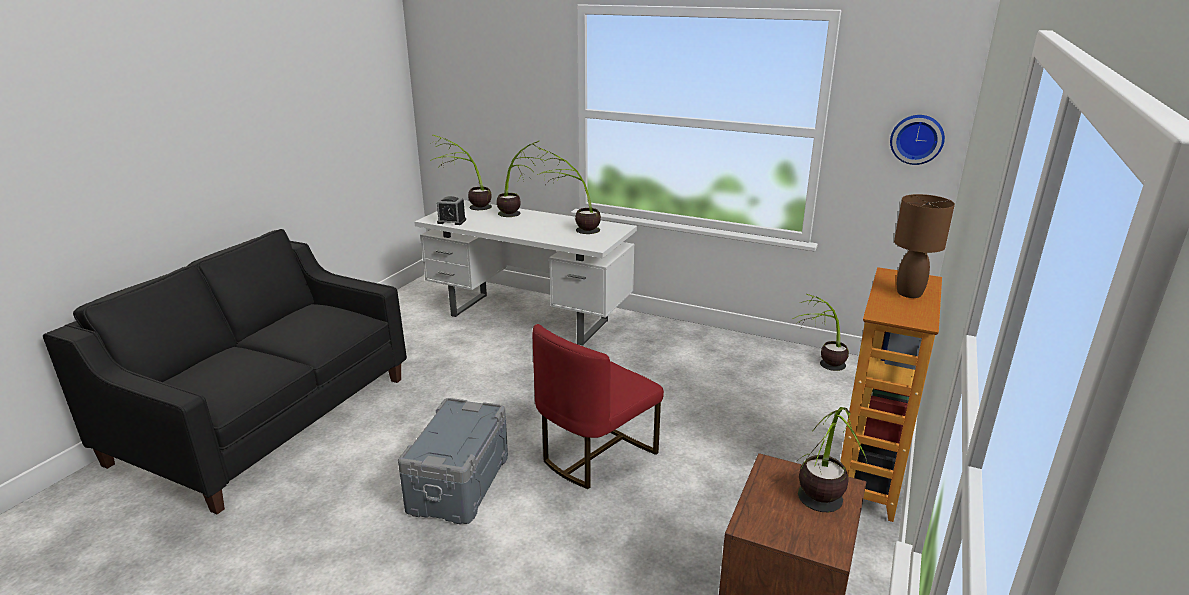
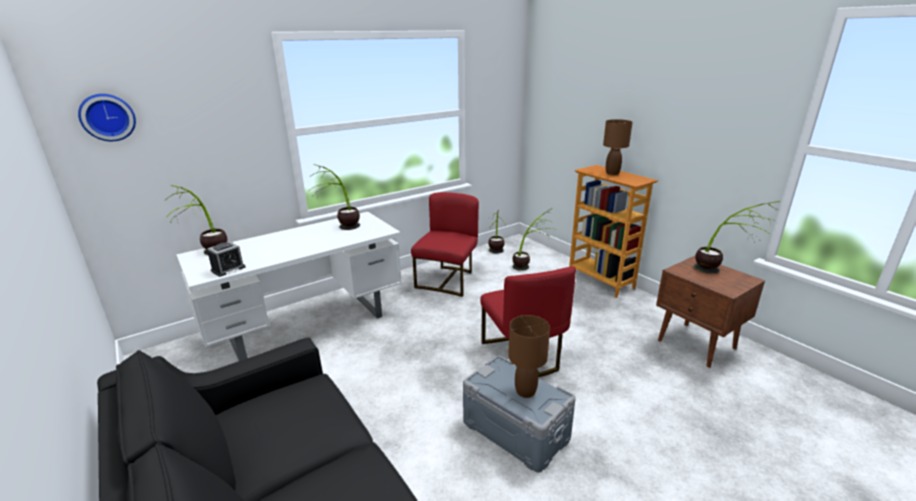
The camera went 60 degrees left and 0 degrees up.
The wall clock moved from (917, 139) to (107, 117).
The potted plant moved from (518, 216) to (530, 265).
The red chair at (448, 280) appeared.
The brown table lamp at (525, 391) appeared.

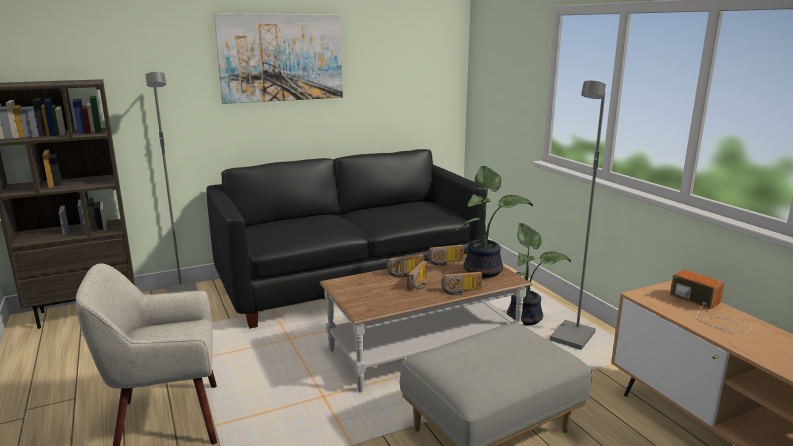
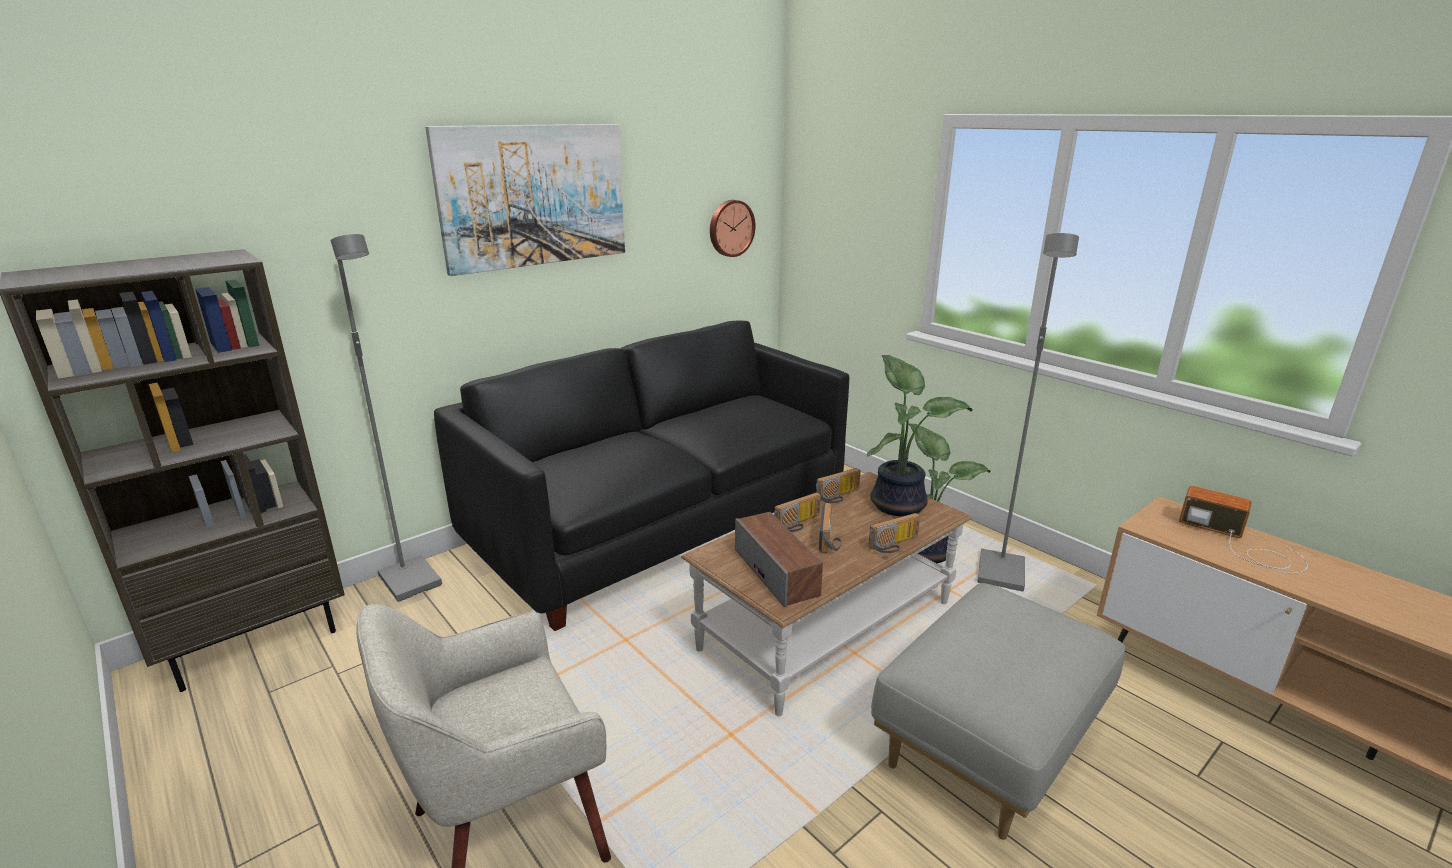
The camera went 15 degrees left and 5 degrees up.
The wall clock at (730, 228) appeared.
The speaker at (776, 572) appeared.

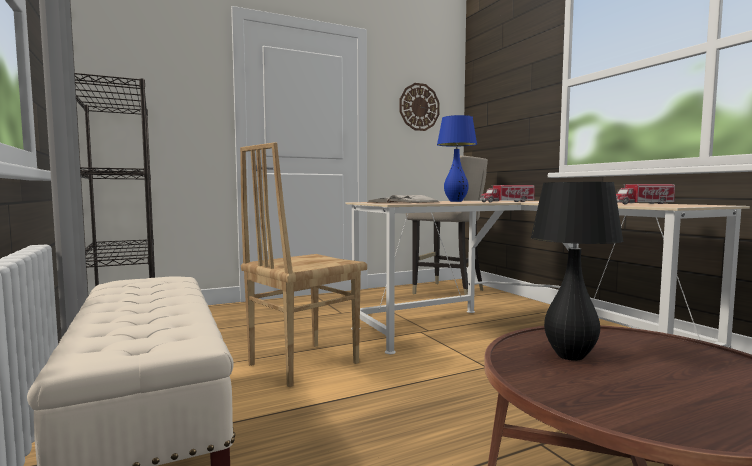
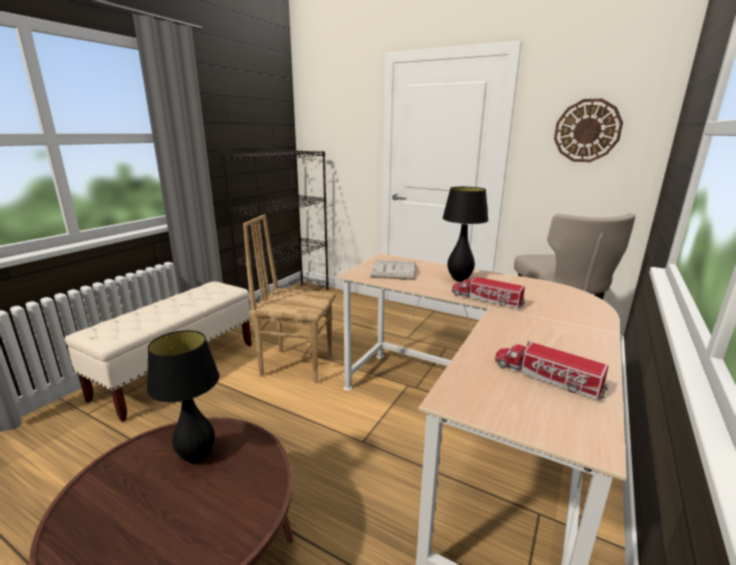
The camera went 55 degrees right and 15 degrees up.
The blue table lamp at (456, 201) became the black table lamp at (459, 279).

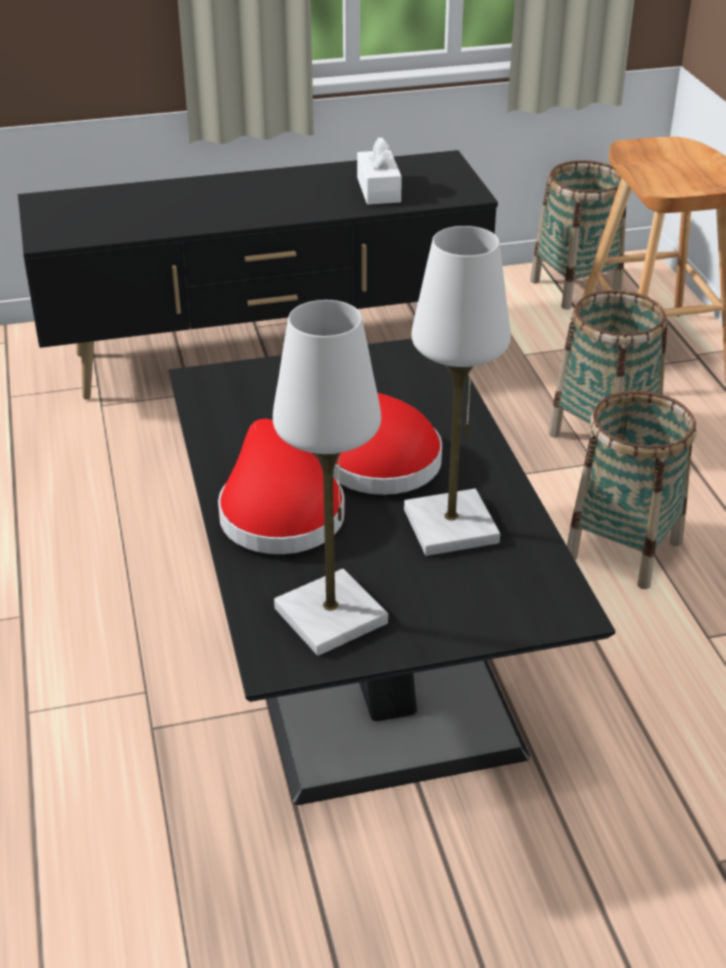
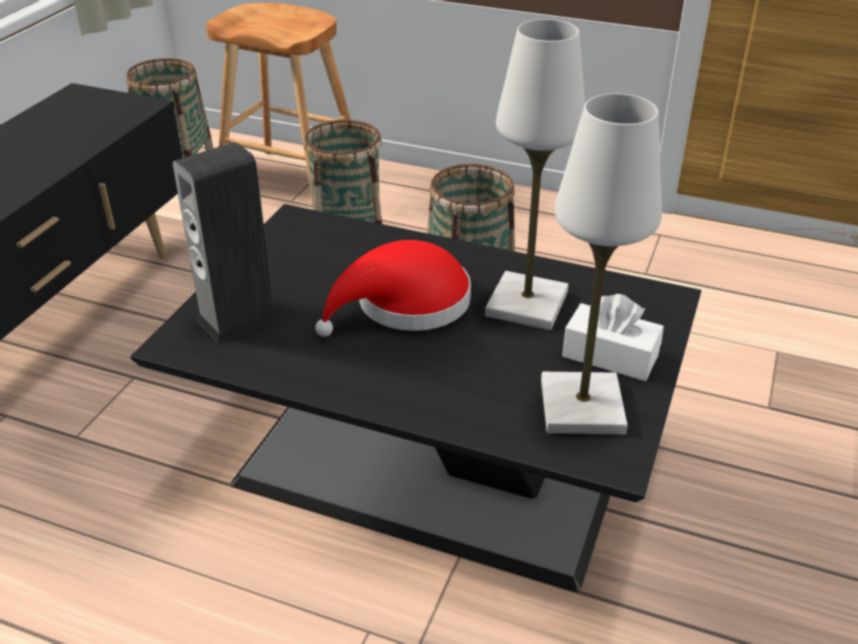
The camera went 55 degrees left and 0 degrees up.
The white tissue box moved from (378, 190) to (610, 356).
The red hat at (278, 510) disappeared.
The speaker at (237, 318) appeared.

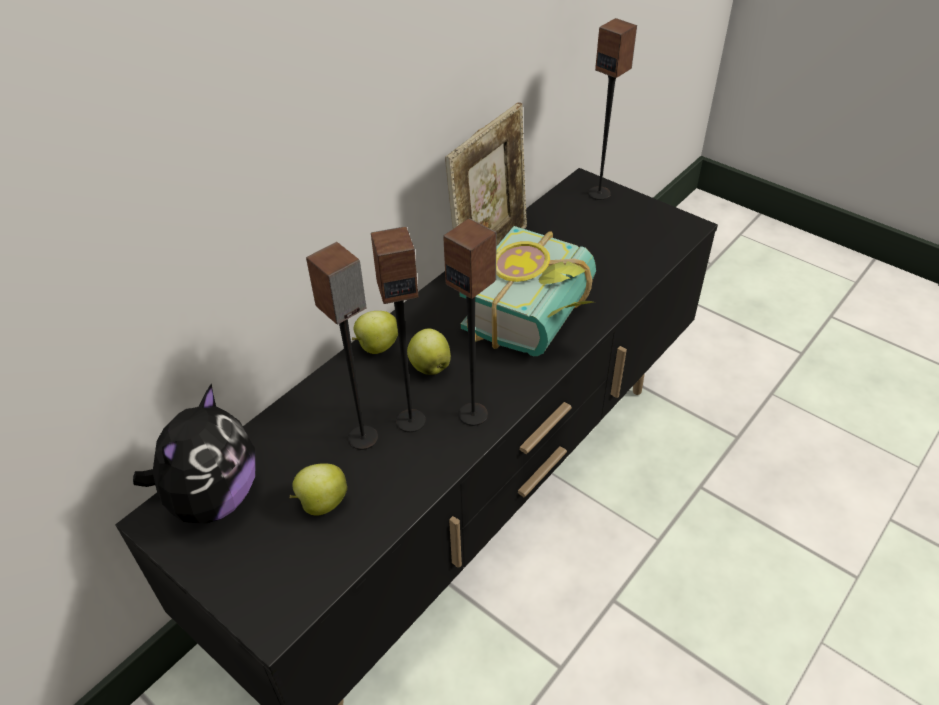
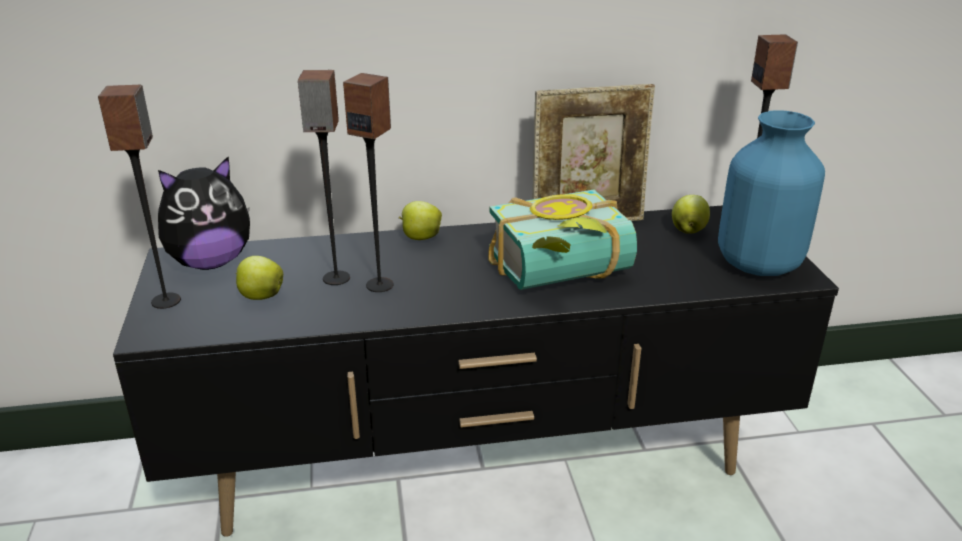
The camera went 40 degrees right and 15 degrees down.
The speaker moved from (473, 414) to (166, 301).
The apple moved from (429, 366) to (688, 231).
The blue vase at (757, 263) appeared.

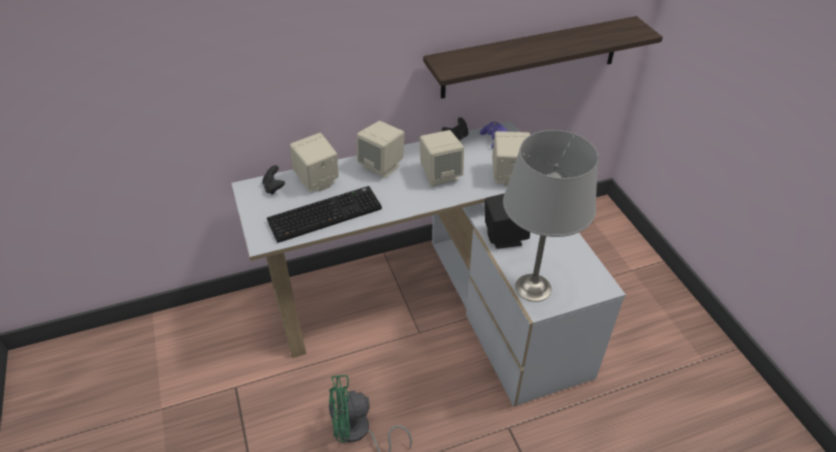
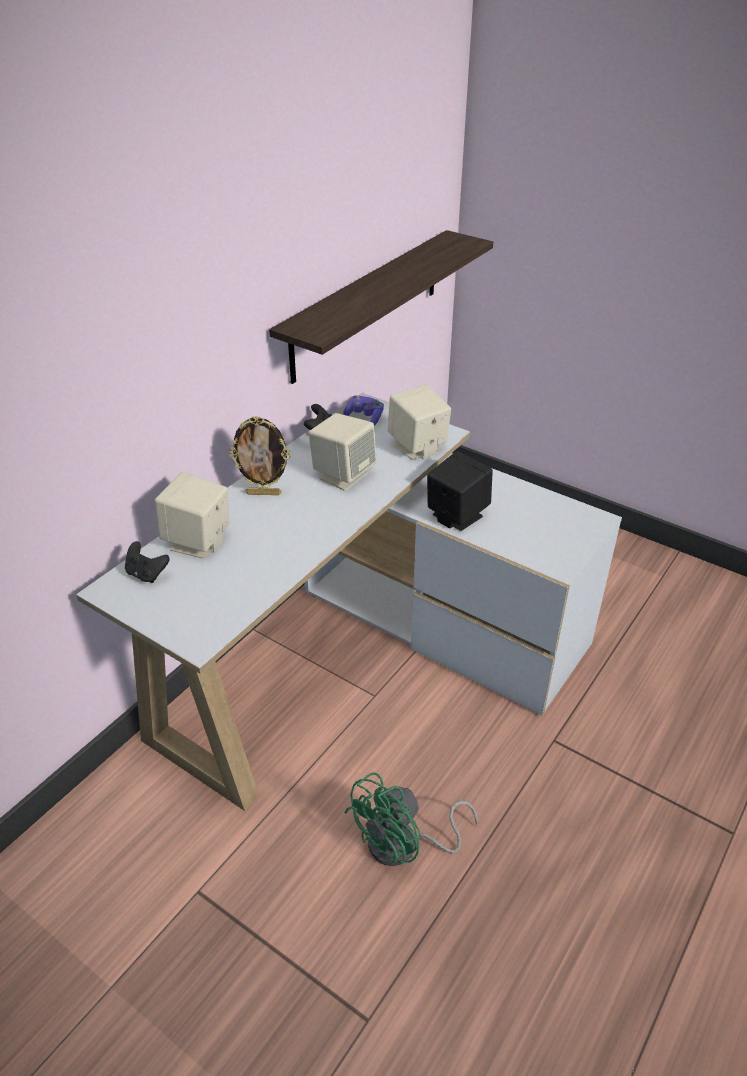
The camera went 35 degrees left and 5 degrees down.
The beige speaker at (382, 166) was replaced by the picture frame at (264, 493).
The grey table lamp at (534, 287) disappeared.
The keyboard at (325, 213) disappeared.

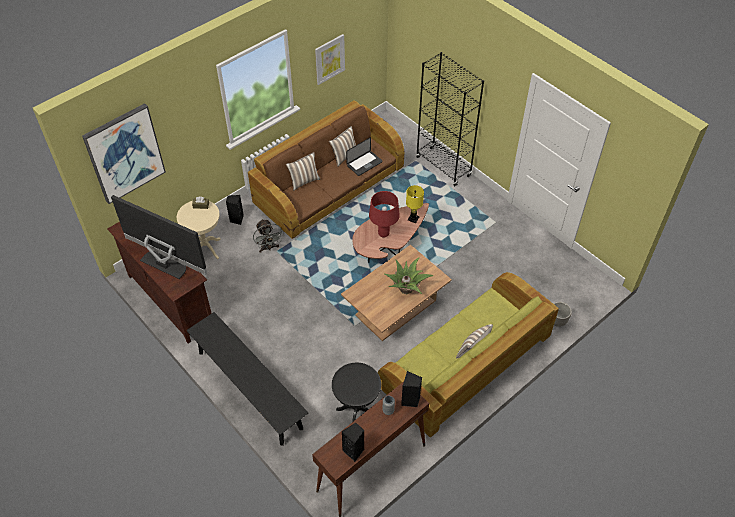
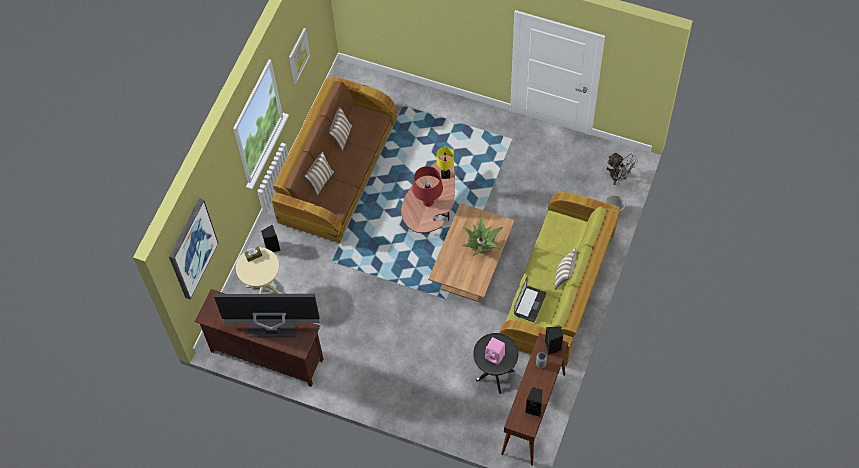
The camera went 25 degrees left and 10 degrees up.
The black bookcase at (443, 166) disappeared.
The laptop moved from (364, 164) to (530, 304).
The grey fan moved from (268, 248) to (619, 177).
The black bench at (249, 389) disappeared.
The pink speaker at (495, 356) appeared.

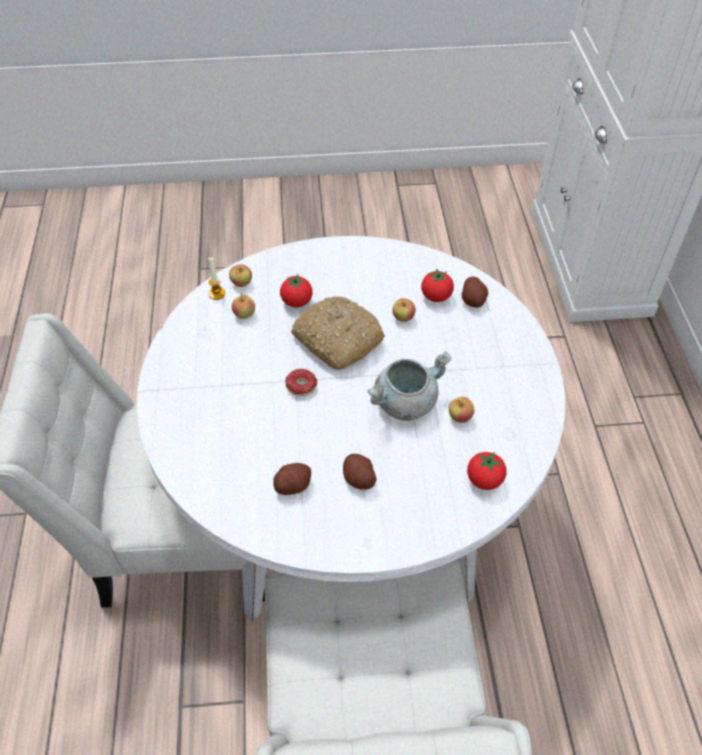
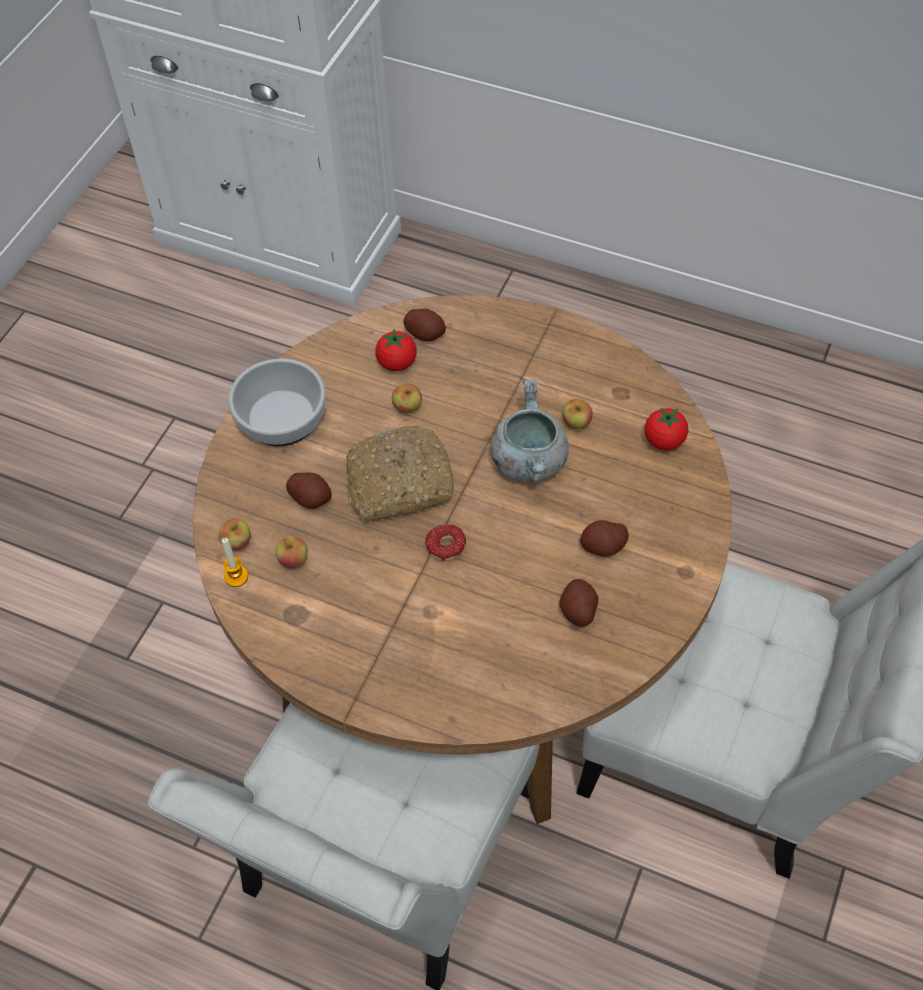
The camera went 60 degrees left and 5 degrees up.
The white dining table at (350, 510) became the brown dining table at (466, 650).
The tomato at (297, 302) was replaced by the potato at (311, 498).
The bowl at (281, 416) appeared.

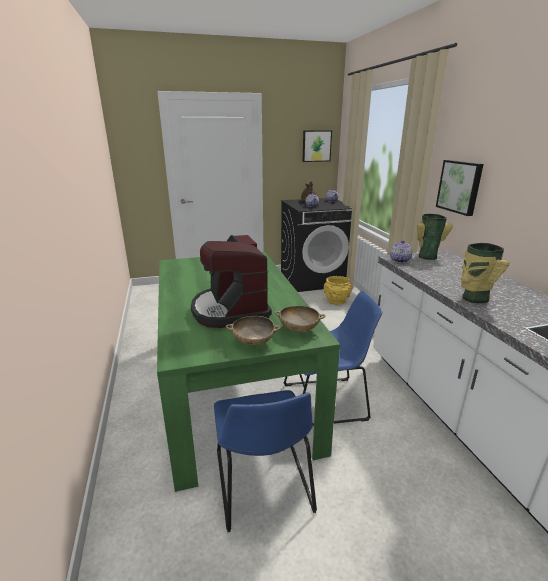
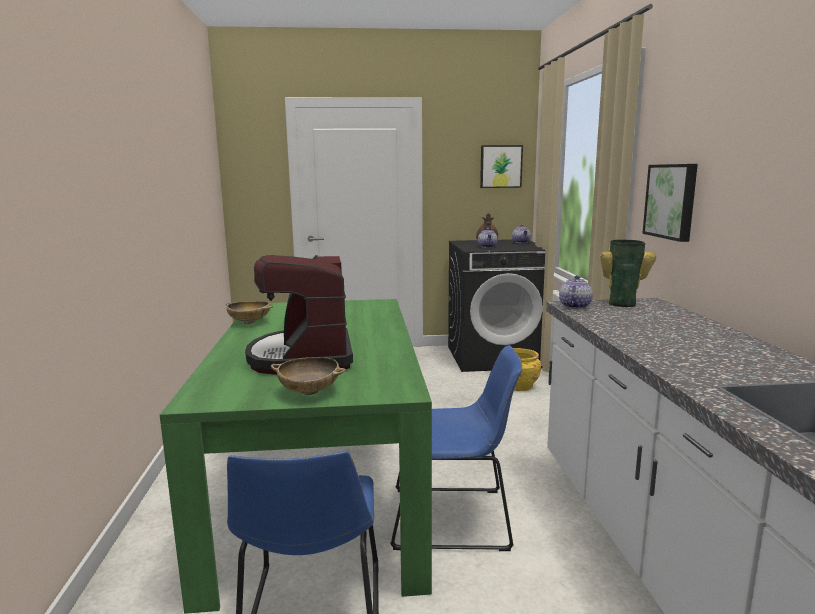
The camera went 10 degrees right and 10 degrees down.
The vase at (473, 298) disappeared.
The beige bowl moved from (298, 329) to (249, 322).

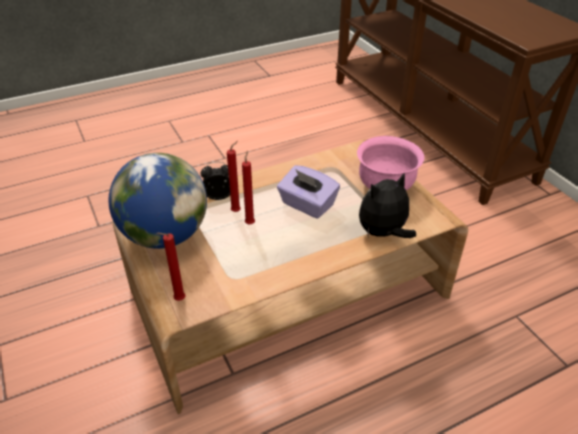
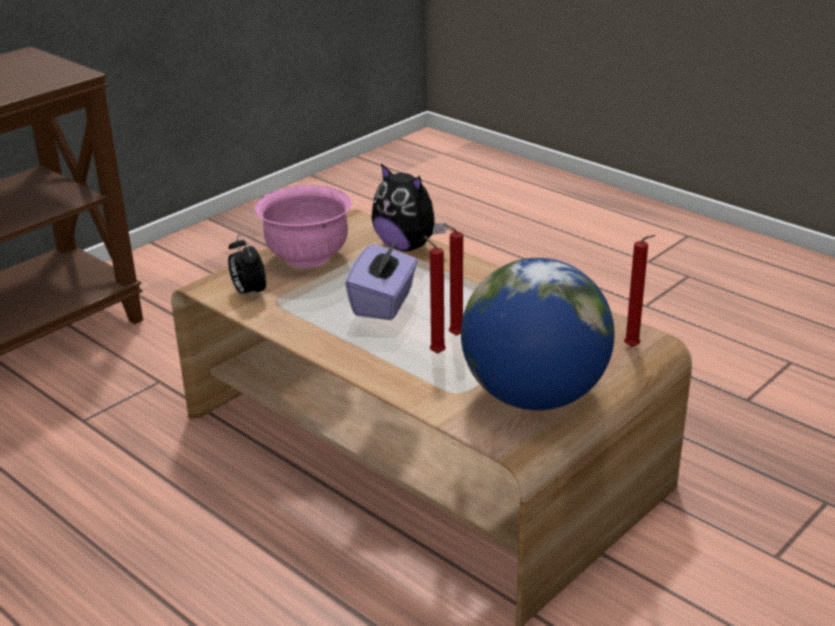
The camera went 110 degrees left and 10 degrees down.
The alarm clock moved from (219, 196) to (248, 293).

